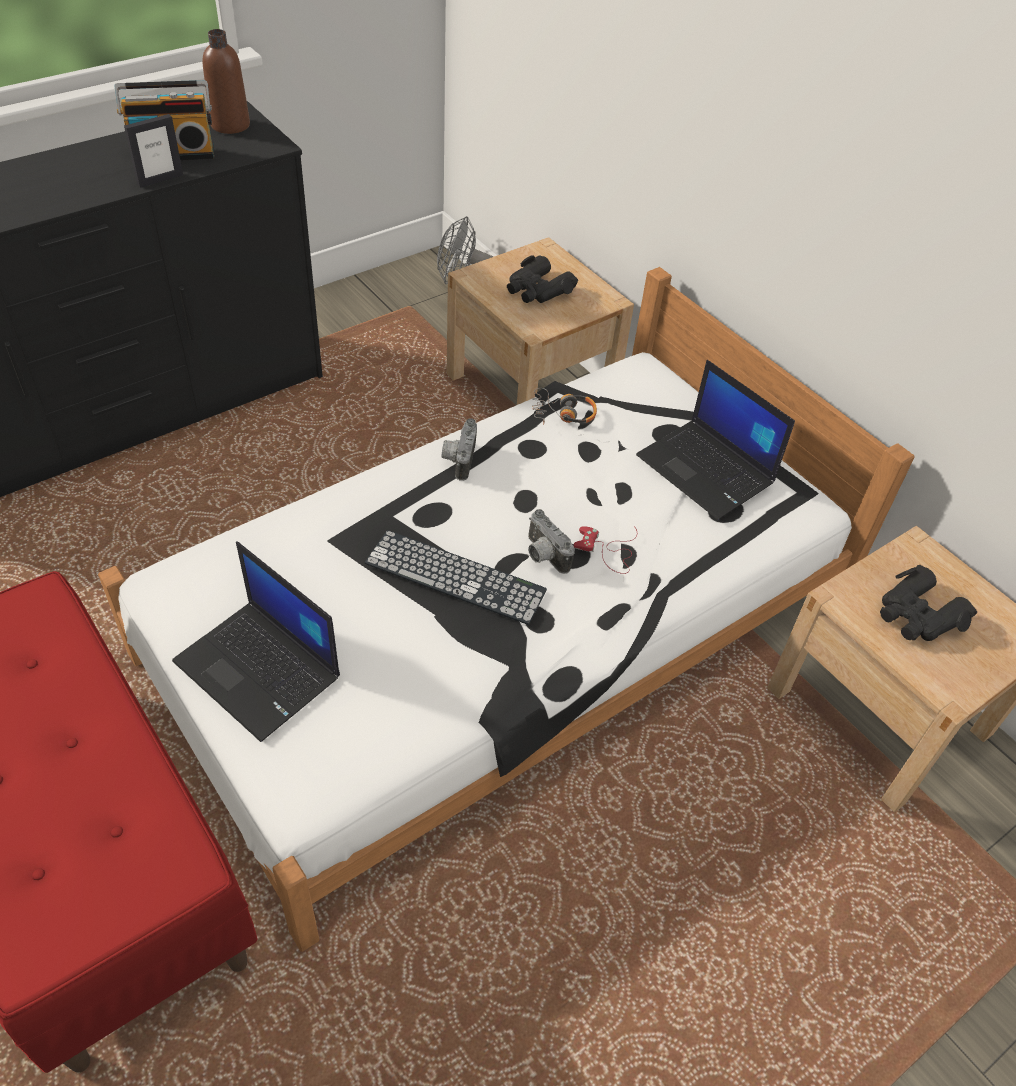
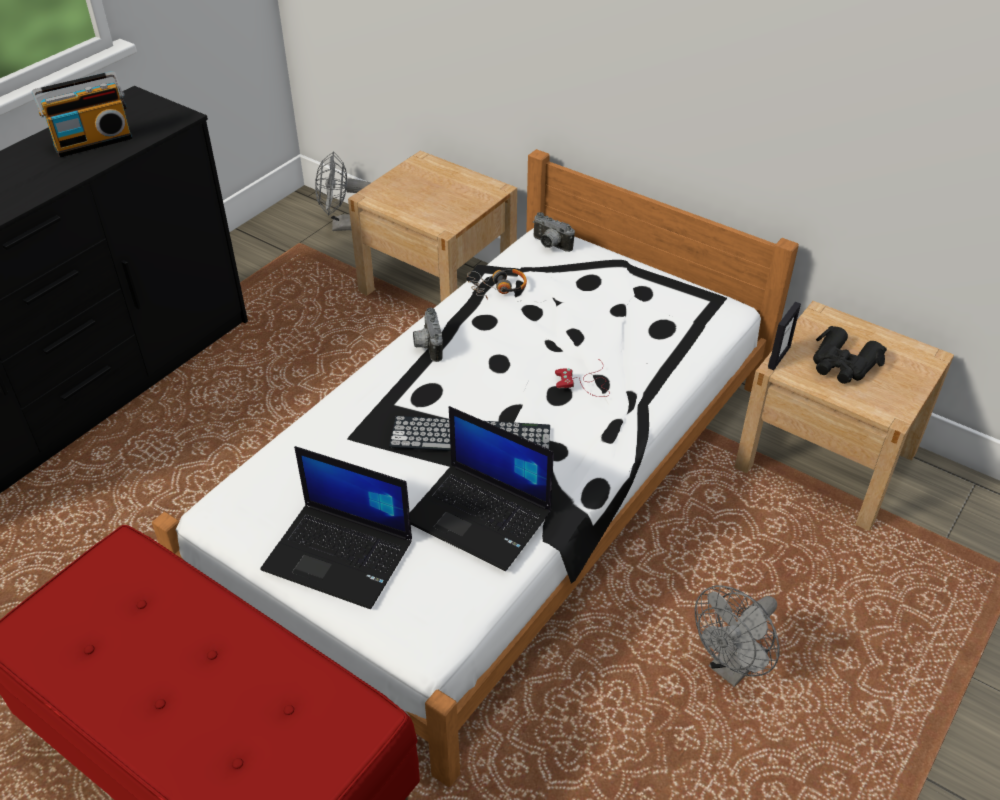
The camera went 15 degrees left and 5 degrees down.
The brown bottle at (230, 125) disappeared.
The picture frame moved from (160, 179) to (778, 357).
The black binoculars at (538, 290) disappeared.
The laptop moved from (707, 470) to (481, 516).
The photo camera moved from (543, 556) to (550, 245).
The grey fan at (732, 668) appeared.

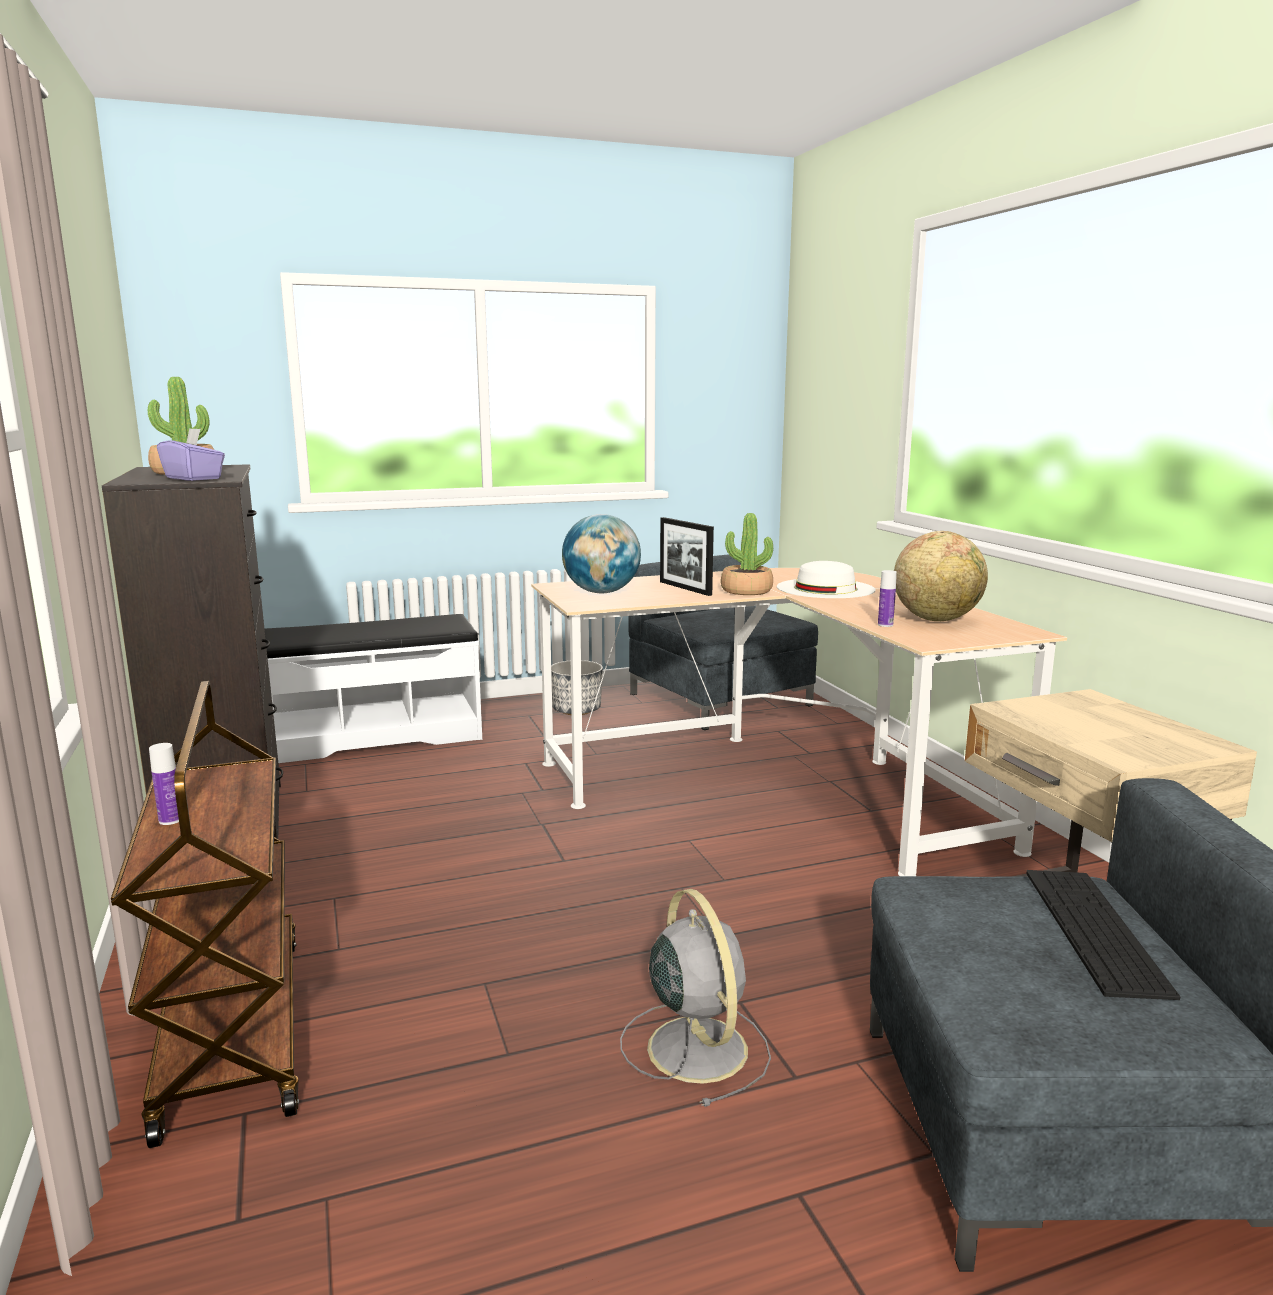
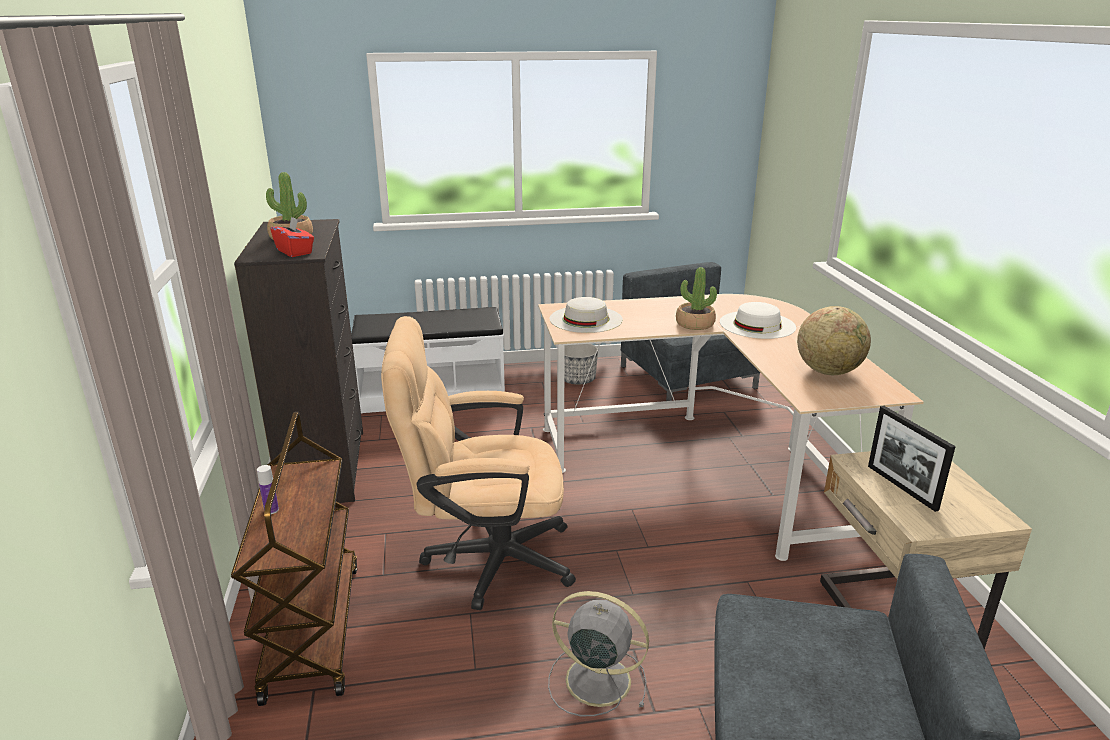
The camera went 10 degrees right and 10 degrees up.
The purple tissue box at (194, 478) became the red tissue box at (295, 252).
The globe at (601, 592) was replaced by the white hat at (585, 319).
The picture frame moved from (685, 588) to (901, 487).
The bottle at (885, 625) disappeared.
The keyboard at (1094, 929) disappeared.
The grey fan at (695, 1046) turned 60 degrees counterclockwise.
The beige office chair at (484, 559) appeared.

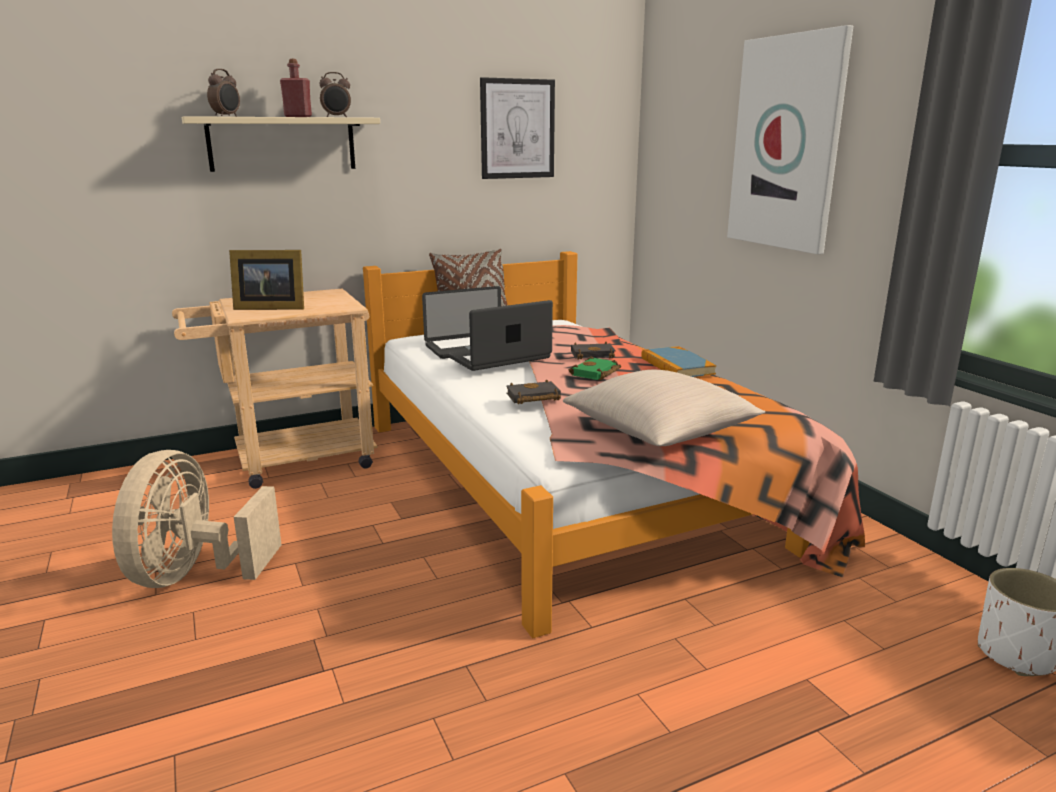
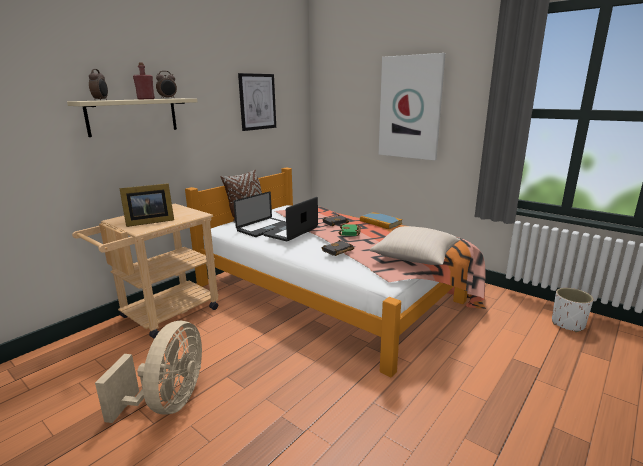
The camera went 25 degrees left and 0 degrees up.
The beige fan at (194, 574) turned 150 degrees counterclockwise.

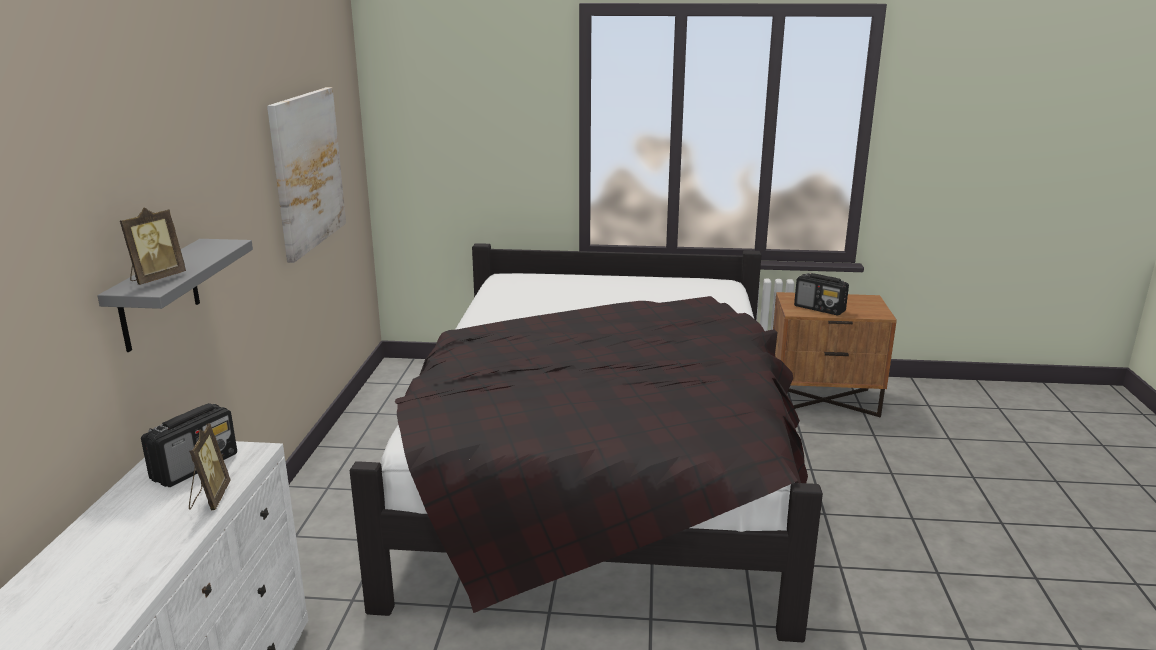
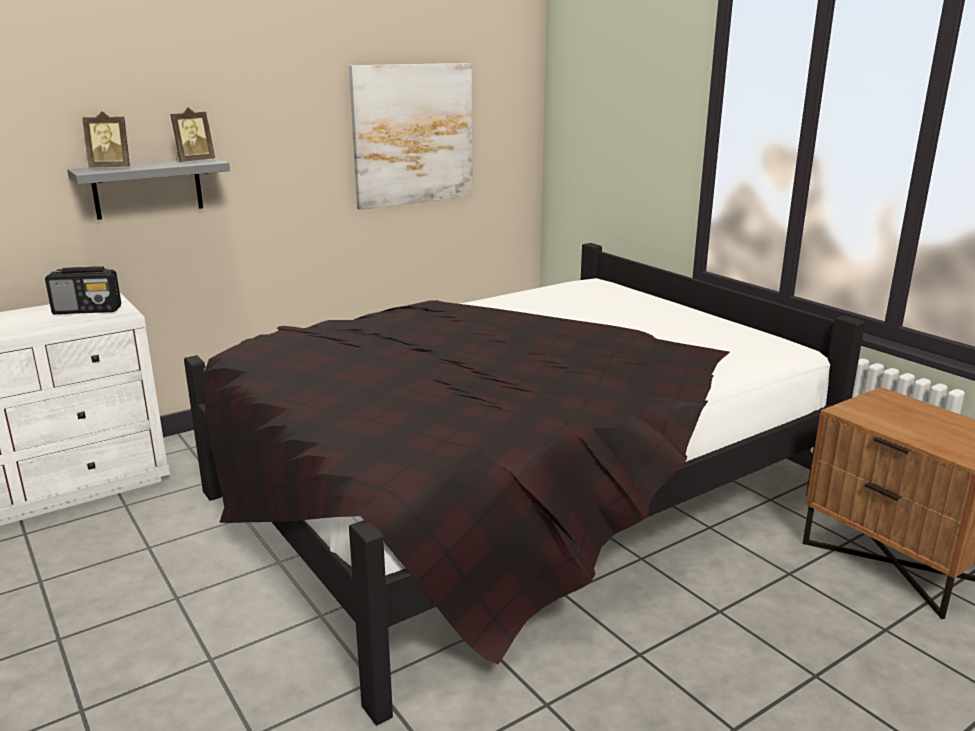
The camera went 50 degrees right and 0 degrees up.
The radio at (820, 309) disappeared.
The picture frame moved from (209, 498) to (194, 161).

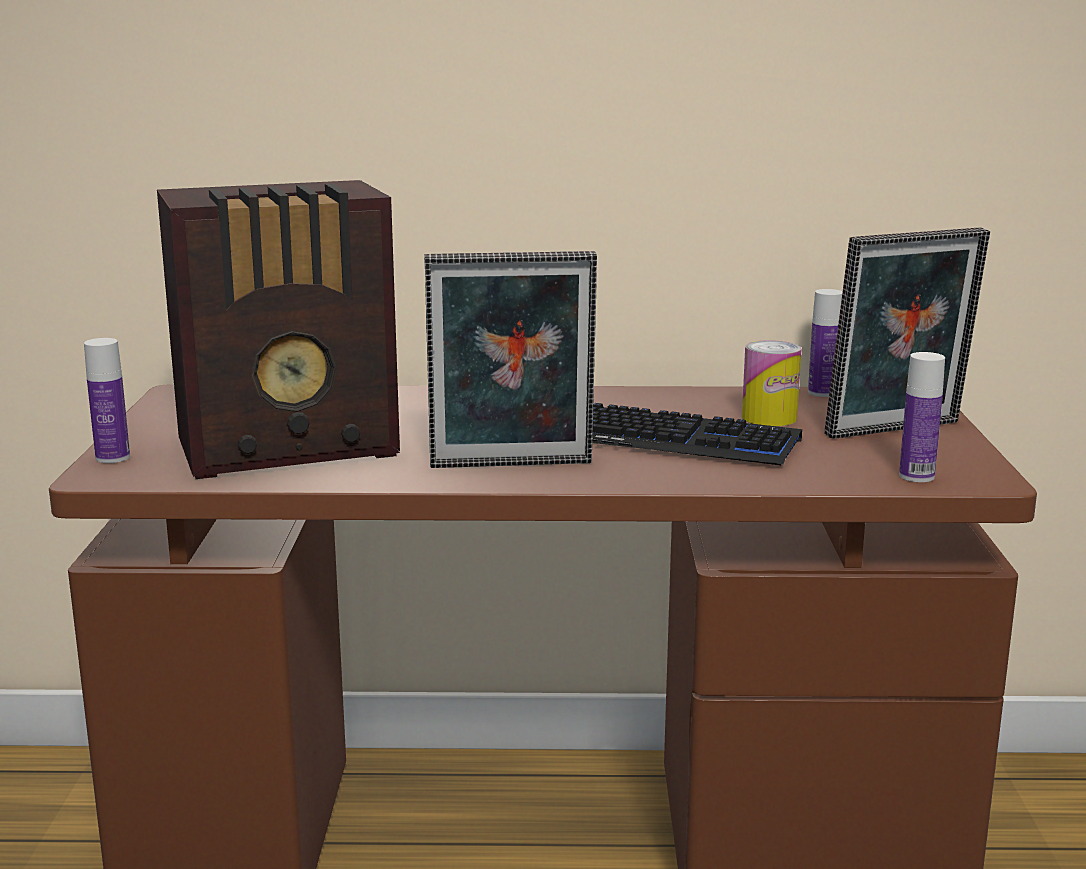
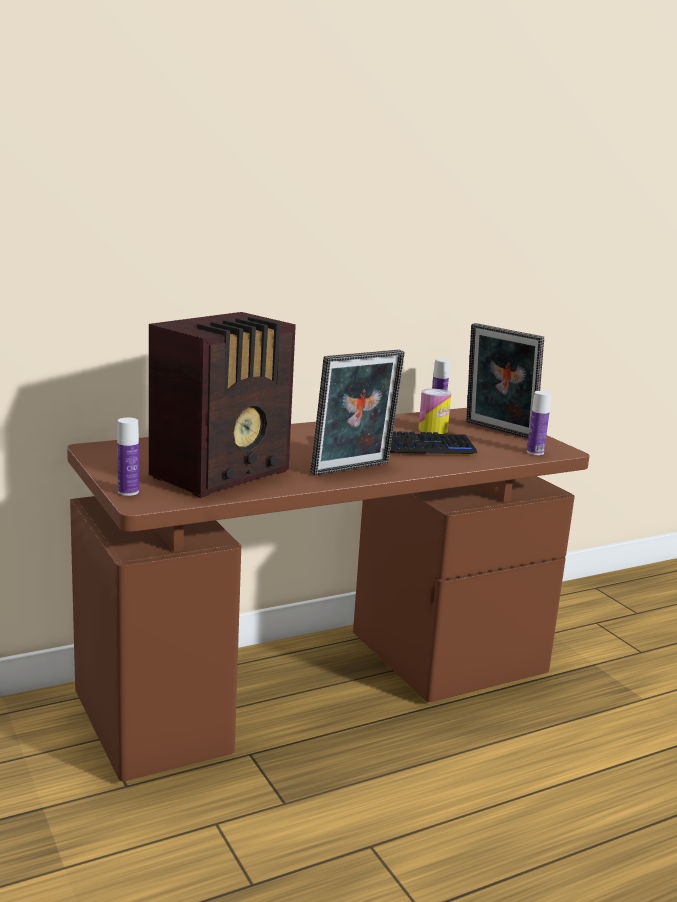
The camera went 30 degrees left and 0 degrees up.
The picture frame at (897, 431) turned 90 degrees clockwise.

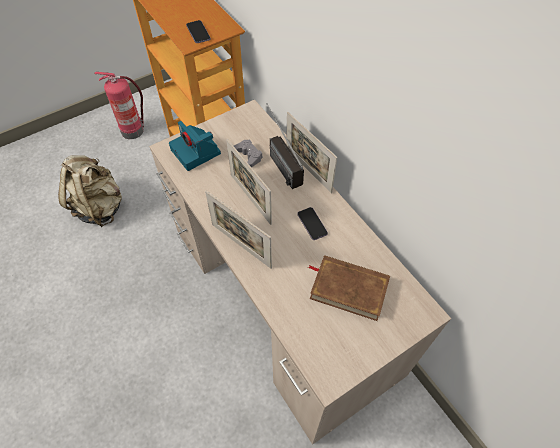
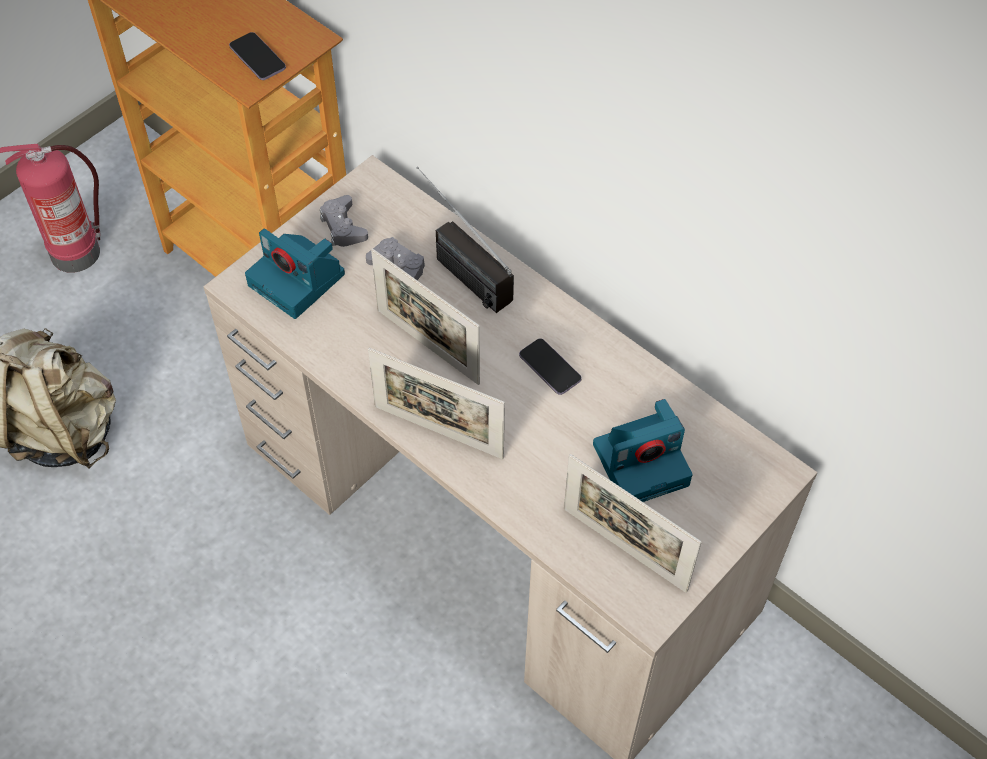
The camera went 15 degrees left and 0 degrees up.
The picture frame moved from (308, 170) to (624, 549).
The brown book at (349, 289) was replaced by the photo camera at (642, 463).
The grey game controller at (343, 226) appeared.

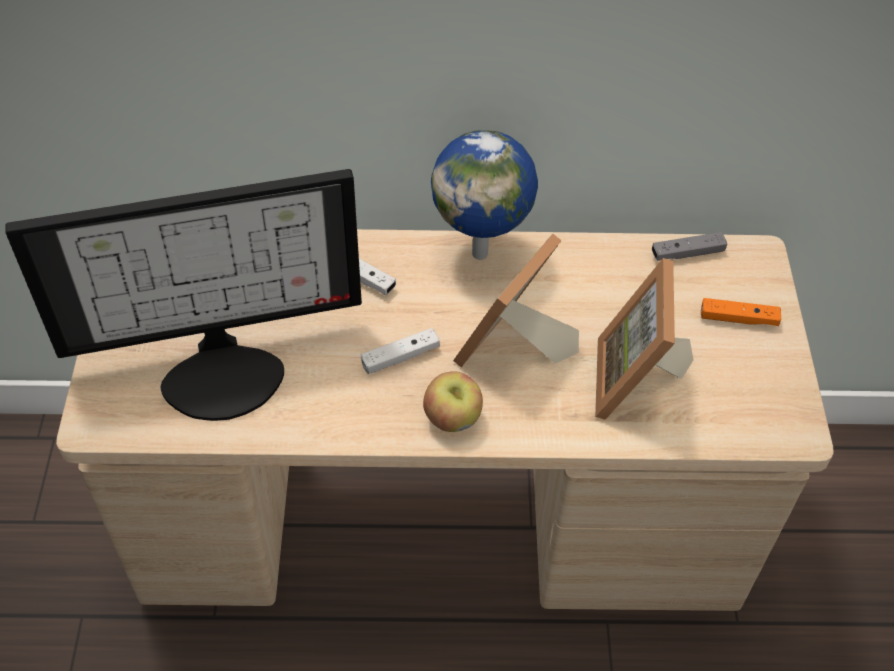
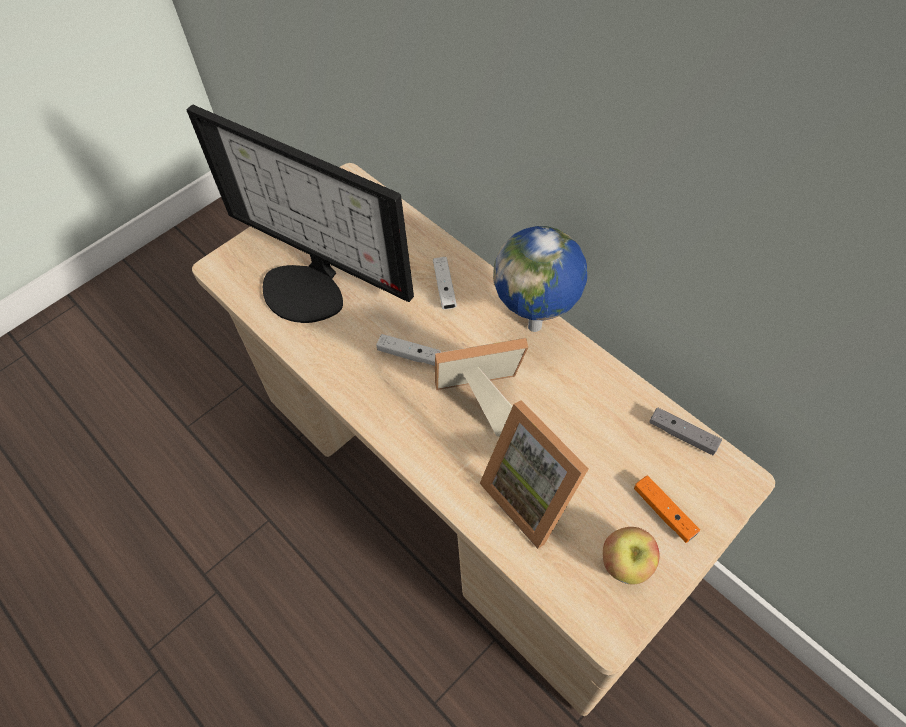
The camera went 50 degrees right and 5 degrees up.
The picture frame at (637, 382) turned 90 degrees counterclockwise.
The apple moved from (452, 418) to (626, 564).

